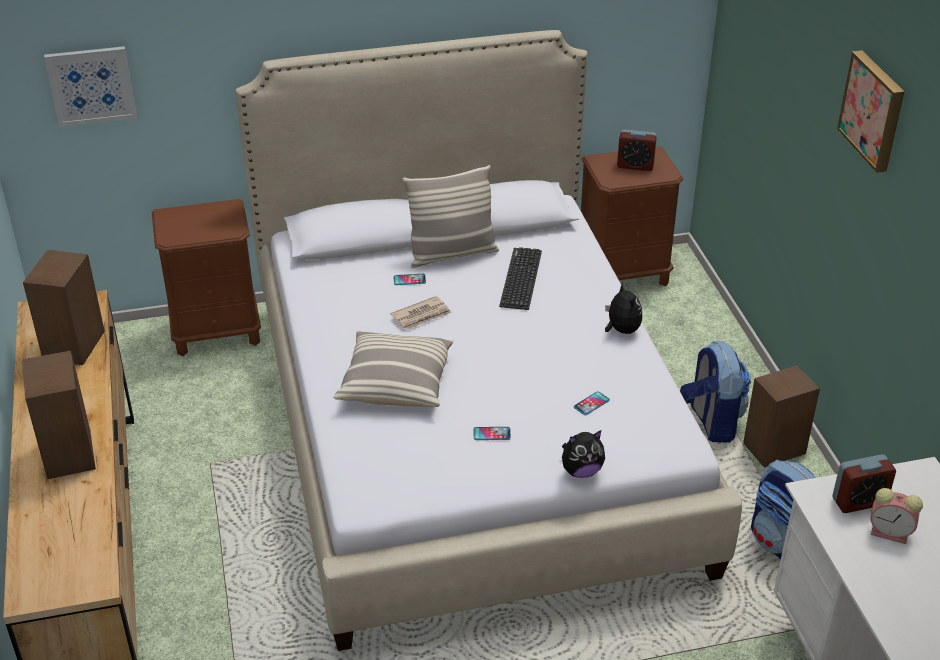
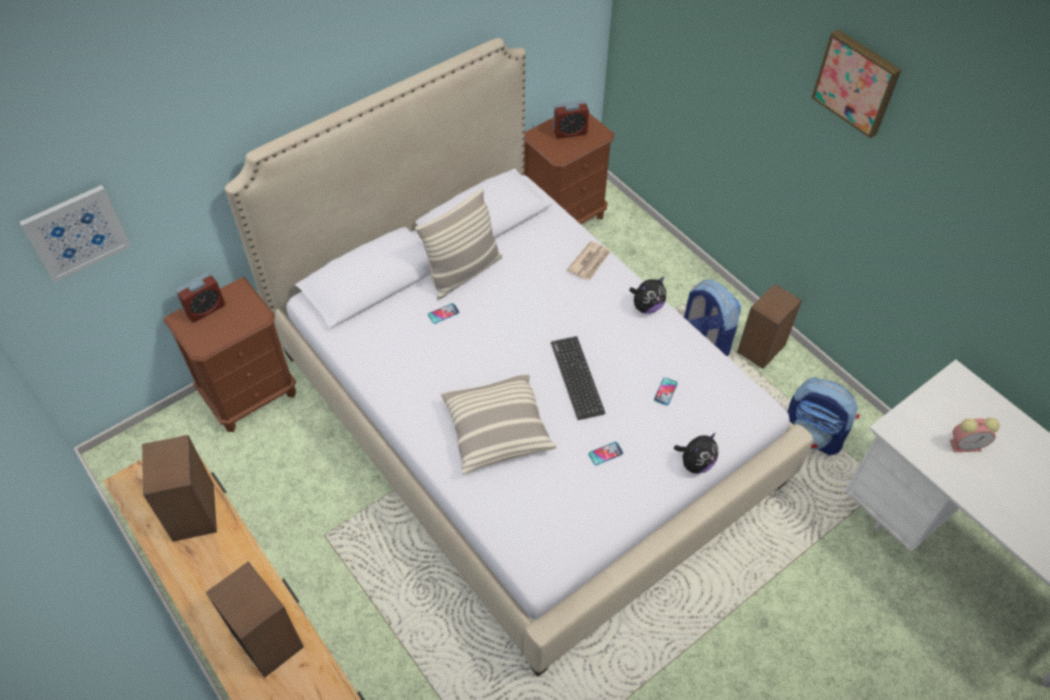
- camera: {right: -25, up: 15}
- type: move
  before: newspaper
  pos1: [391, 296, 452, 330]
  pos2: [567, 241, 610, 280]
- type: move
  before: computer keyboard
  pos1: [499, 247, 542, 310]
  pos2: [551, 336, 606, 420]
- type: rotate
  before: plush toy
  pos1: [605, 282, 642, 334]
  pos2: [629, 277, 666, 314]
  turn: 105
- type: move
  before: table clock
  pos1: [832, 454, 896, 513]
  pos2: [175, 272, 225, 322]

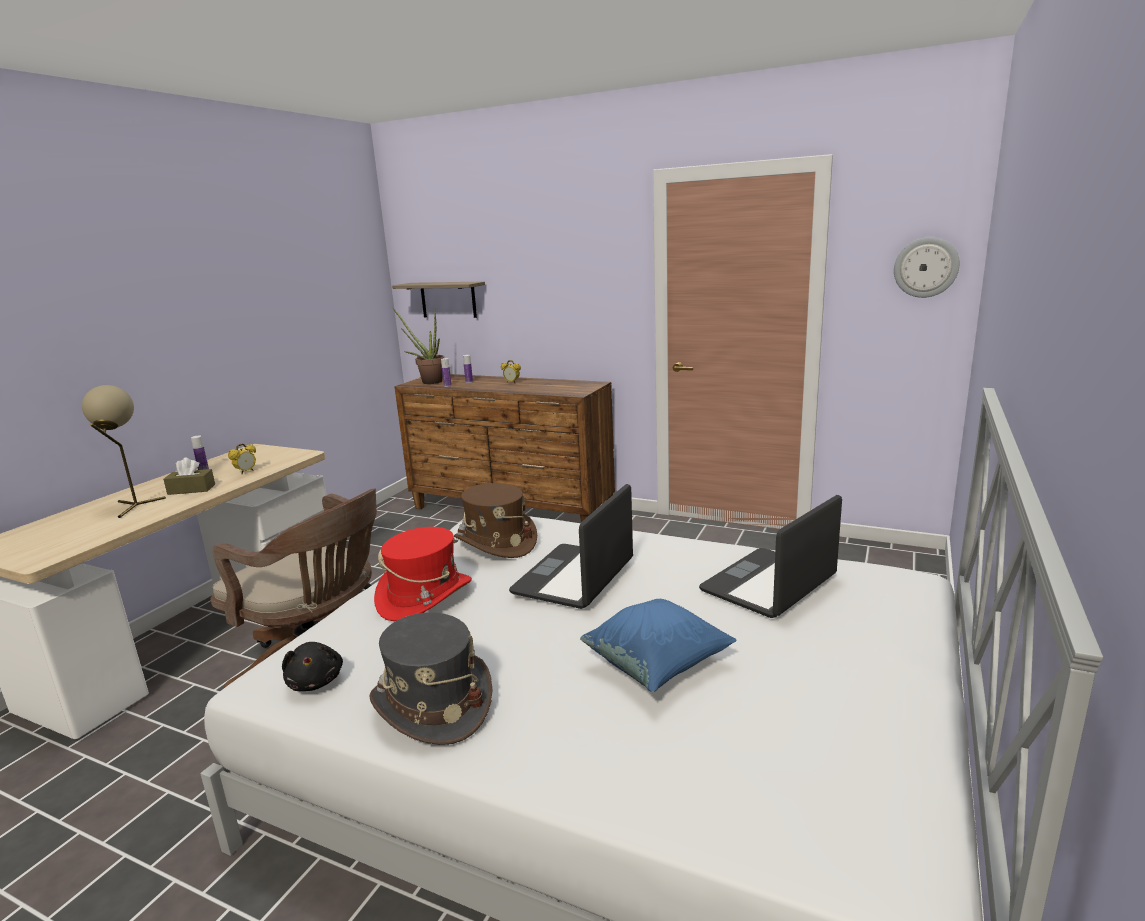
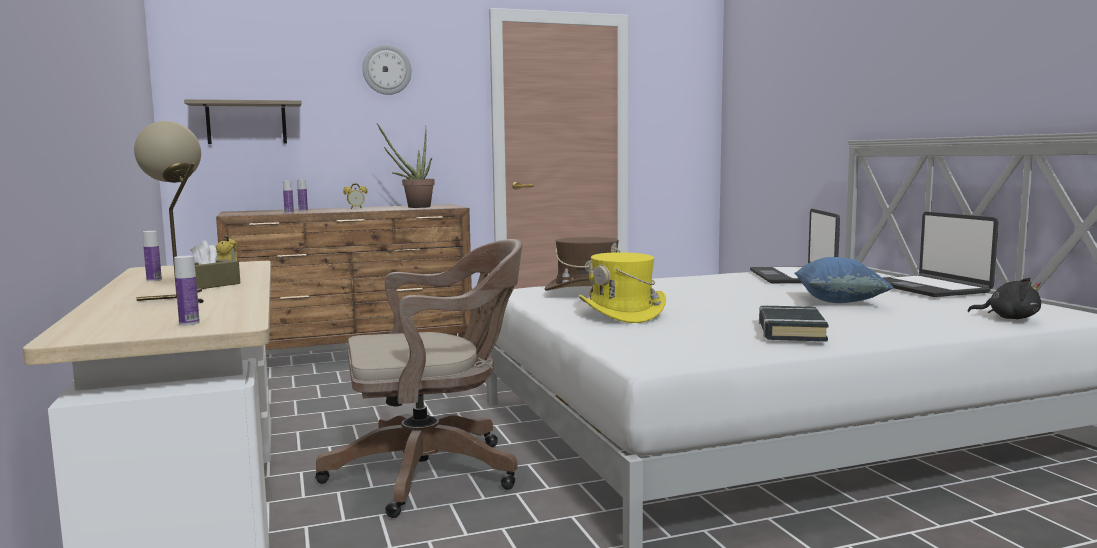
- camera: {right: -45, up: -10}
- type: move
  before: blackish plush toy
  pos1: [282, 642, 343, 691]
  pos2: [968, 278, 1041, 319]
- type: replace
  before: gray wearable hat
  after: blackish book
  pos1: [369, 612, 492, 745]
  pos2: [759, 306, 828, 342]
- type: recolor
  before: reddish wearable hat
  after: yellow wearable hat
  pos1: [374, 527, 472, 621]
  pos2: [579, 252, 666, 323]
- type: move
  before: plant in a pot
  pos1: [393, 308, 444, 384]
  pos2: [377, 123, 435, 208]
- type: move
  before: laptop
  pos1: [509, 484, 633, 609]
  pos2: [882, 212, 999, 297]
- type: move
  before: clock on the wall
  pos1: [894, 237, 960, 298]
  pos2: [362, 45, 412, 95]
- type: insert
  after: bottle
  pos2: [174, 256, 200, 325]

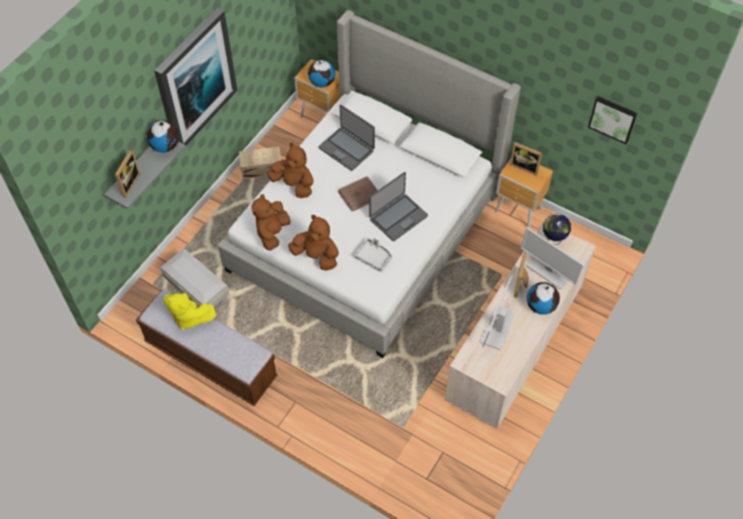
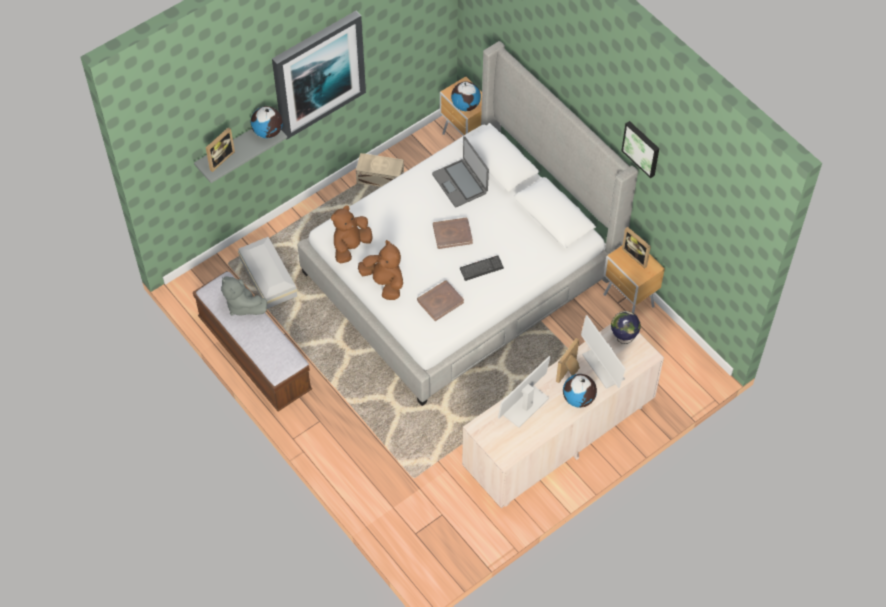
- camera: {right: 20, up: 0}
- type: recolor
  before: yellow plush toy
  after: gray plush toy
  pos1: [164, 293, 216, 330]
  pos2: [221, 276, 267, 316]
- type: delete
  before: brown-coloured plush toy
  pos1: [267, 143, 314, 198]
- type: replace
  before: gray tray
  after: brown-coloured book
  pos1: [355, 238, 392, 272]
  pos2: [417, 281, 464, 321]
- type: replace
  before: laptop
  after: computer keyboard
  pos1: [369, 172, 428, 241]
  pos2: [460, 255, 504, 281]
- type: move
  before: picture
  pos1: [588, 96, 637, 144]
  pos2: [622, 121, 659, 178]

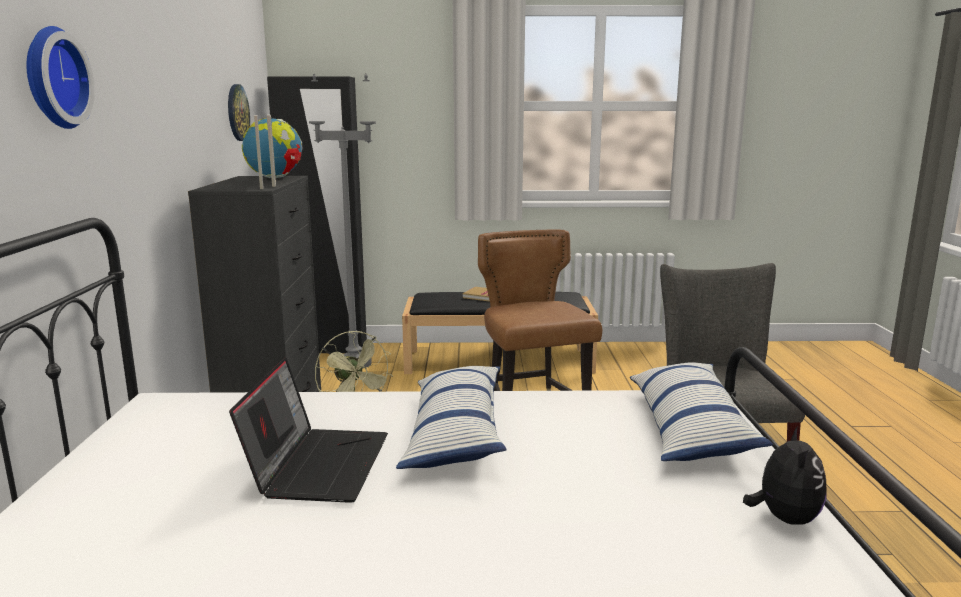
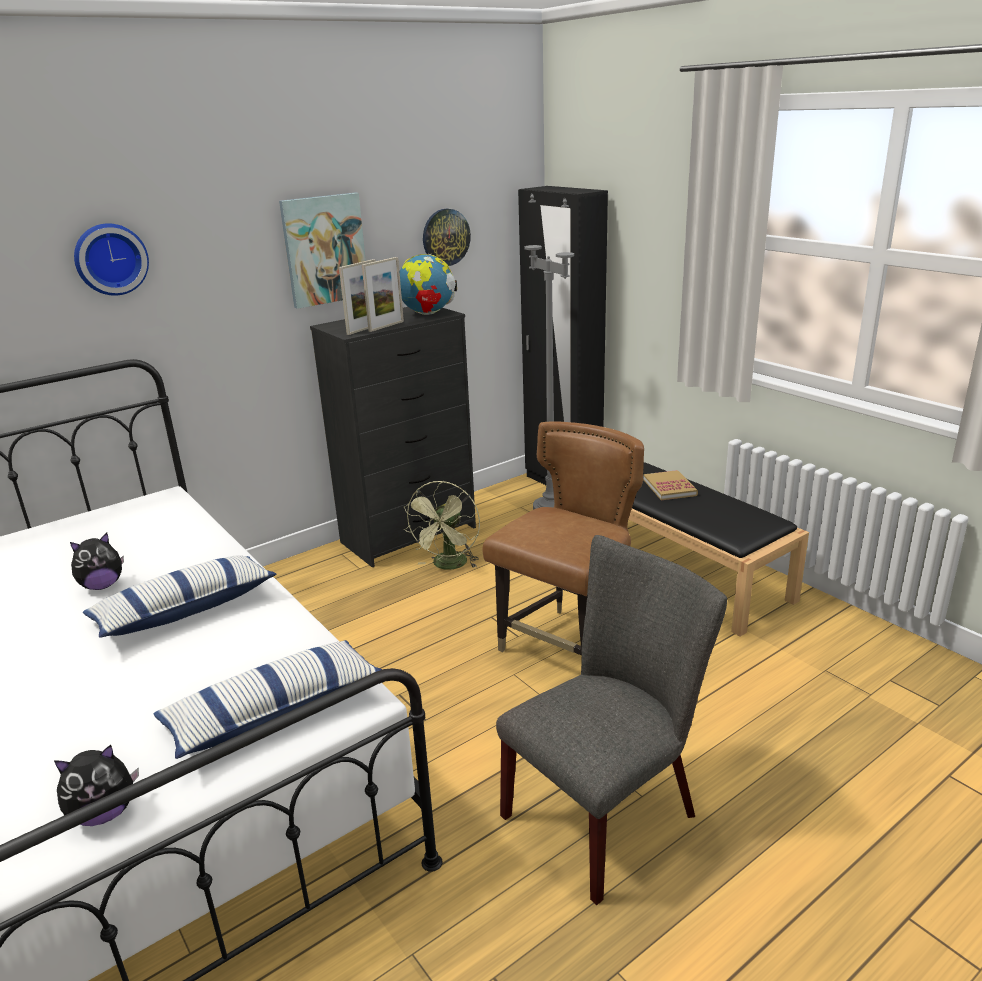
- camera: {right: 55, up: 10}
- type: replace
  before: laptop
  after: plush toy
  pos1: [229, 357, 388, 503]
  pos2: [70, 533, 124, 590]
- type: insert
  after: picture
  pos2: [279, 193, 366, 309]

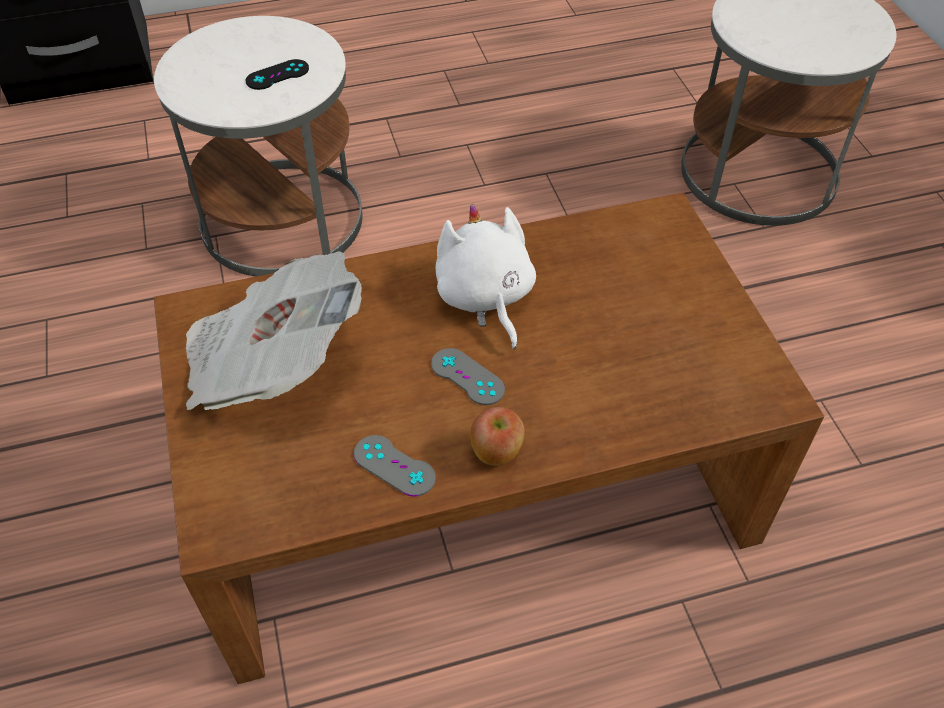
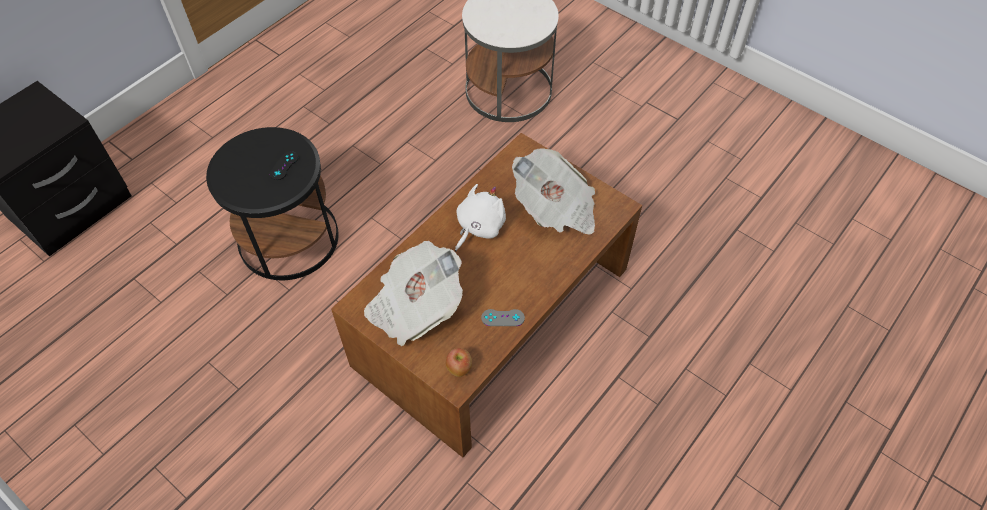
- camera: {right: -35, up: 5}
- type: recolor
  before: white-coloured side table
  after: blackish side table
  pos1: [154, 16, 363, 277]
  pos2: [206, 127, 339, 280]
- type: delete
  before: gray joypad
  pos1: [431, 348, 505, 405]
- type: rotate
  before: white-coloured plush toy
  pos1: [436, 204, 536, 349]
  pos2: [455, 184, 506, 251]
  turn: 90
- type: move
  before: apple
  pos1: [470, 407, 525, 465]
  pos2: [446, 348, 472, 377]
- type: insert
  after: newspaper
  pos2: [512, 149, 595, 235]

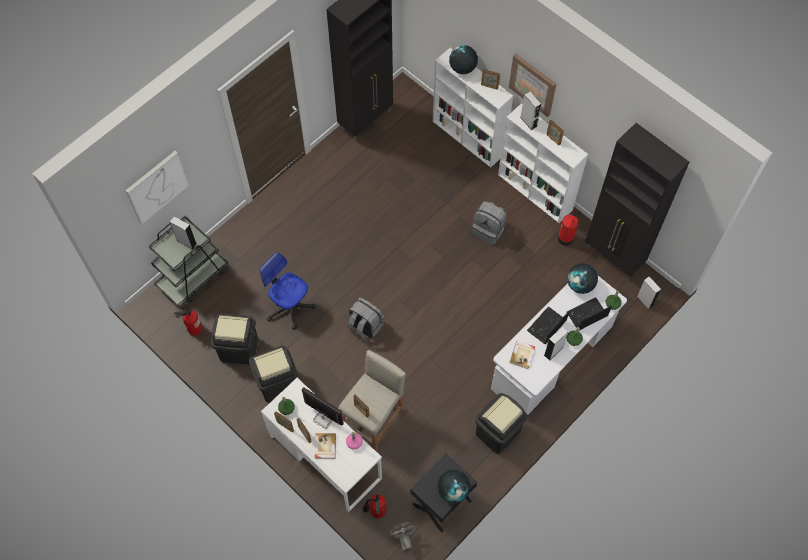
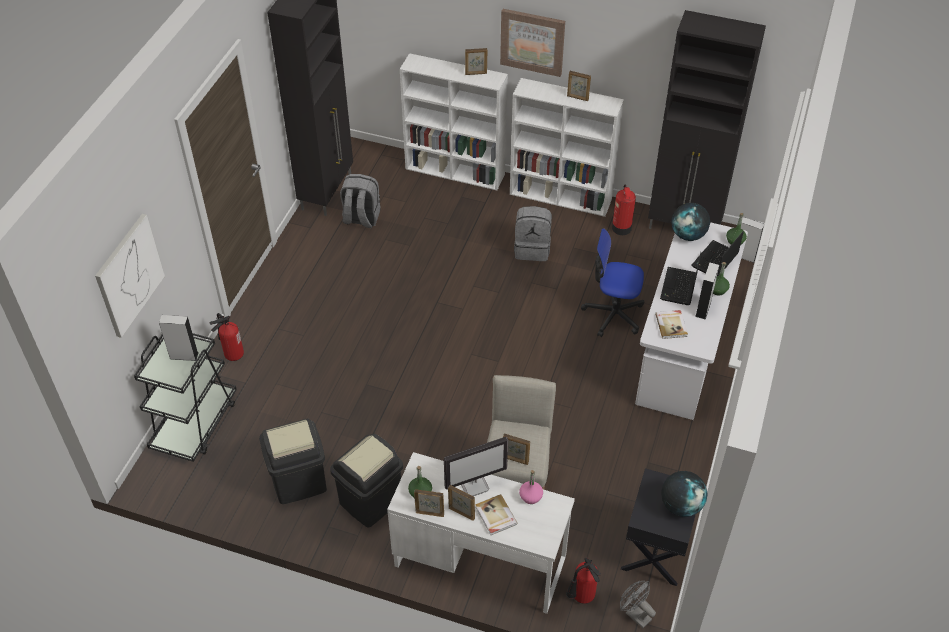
- camera: {right: -25, up: -15}
- type: move
  before: fire extinguisher
  pos1: [174, 304, 203, 336]
  pos2: [210, 313, 244, 361]
- type: move
  before: desk chair
  pos1: [260, 252, 316, 329]
  pos2: [581, 228, 644, 337]
- type: rotate
  before: computer screen
  pos1: [302, 387, 344, 429]
  pos2: [444, 437, 508, 496]
  turn: 150
- type: move
  before: gray rucksack
  pos1: [347, 297, 384, 342]
  pos2: [340, 174, 381, 228]
- type: delete
  before: globe
  pos1: [449, 45, 478, 74]
- type: delete
  before: blackish trash can
  pos1: [475, 393, 528, 454]
- type: delete
  before: gray audio speaker
  pos1: [520, 92, 541, 130]

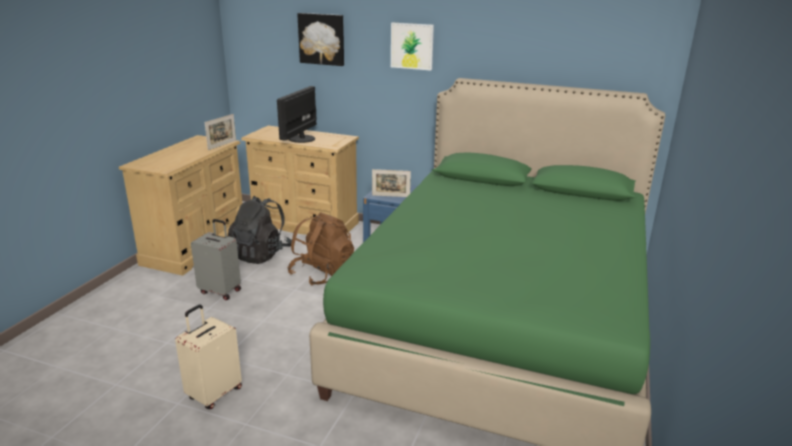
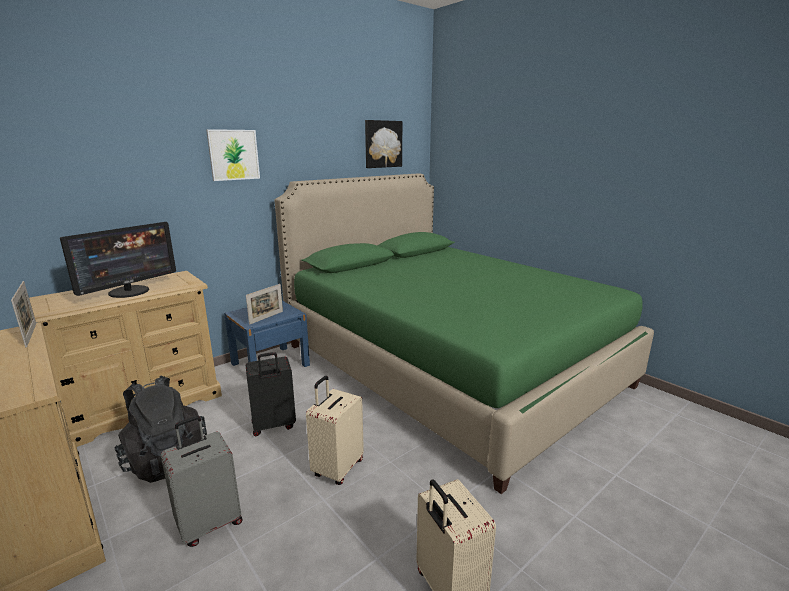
- camera: {right: -60, up: -5}
- type: rotate
  before: computer screen
  pos1: [277, 86, 317, 143]
  pos2: [60, 222, 176, 298]
  turn: -105
- type: replace
  before: brown-coloured rucksack
  after: blackish piece of luggage
  pos1: [287, 212, 354, 285]
  pos2: [246, 352, 296, 436]
- type: move
  before: picture
  pos1: [297, 13, 344, 66]
  pos2: [365, 120, 402, 168]
- type: insert
  after: beige piece of luggage
  pos2: [306, 376, 364, 485]

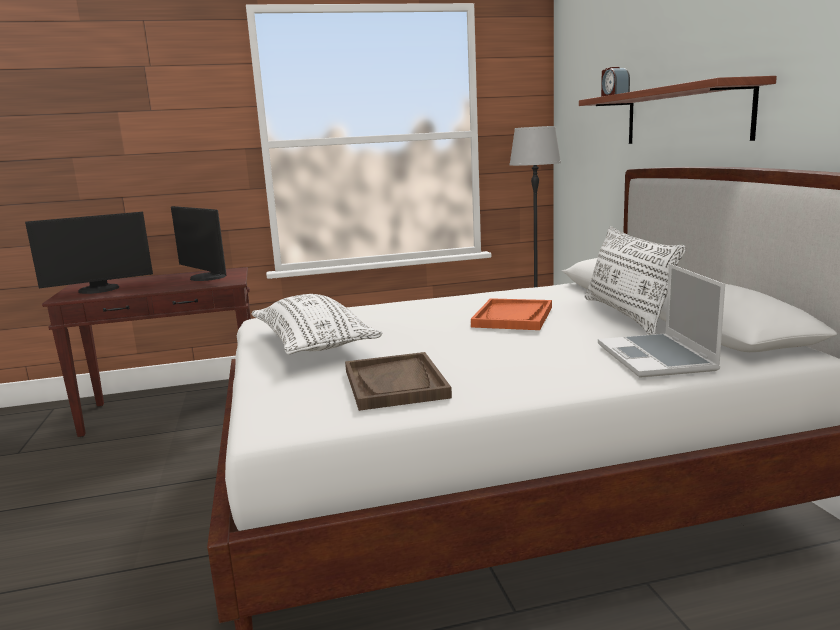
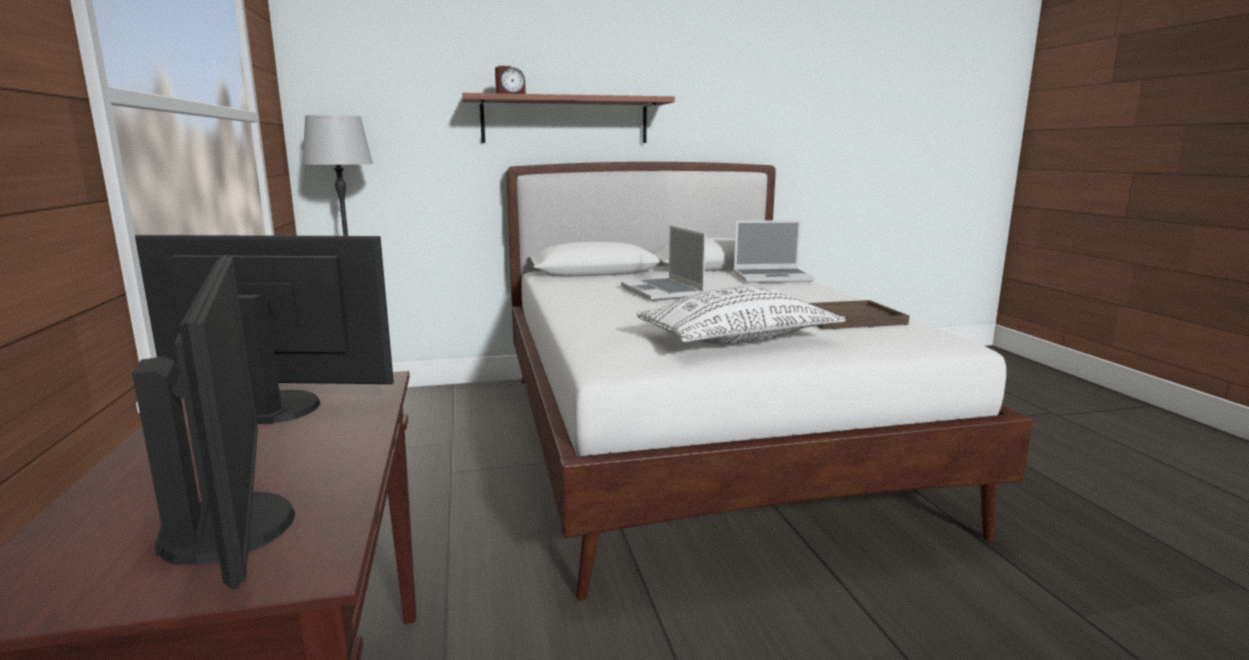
- camera: {right: -90, up: 0}
- type: rotate
  before: computer screen
  pos1: [171, 206, 227, 281]
  pos2: [135, 235, 394, 424]
  turn: -135
- type: replace
  before: orangey tray
  after: laptop
  pos1: [471, 298, 552, 330]
  pos2: [621, 226, 706, 301]
- type: delete
  before: white-coloured pillow
  pos1: [584, 226, 686, 335]

